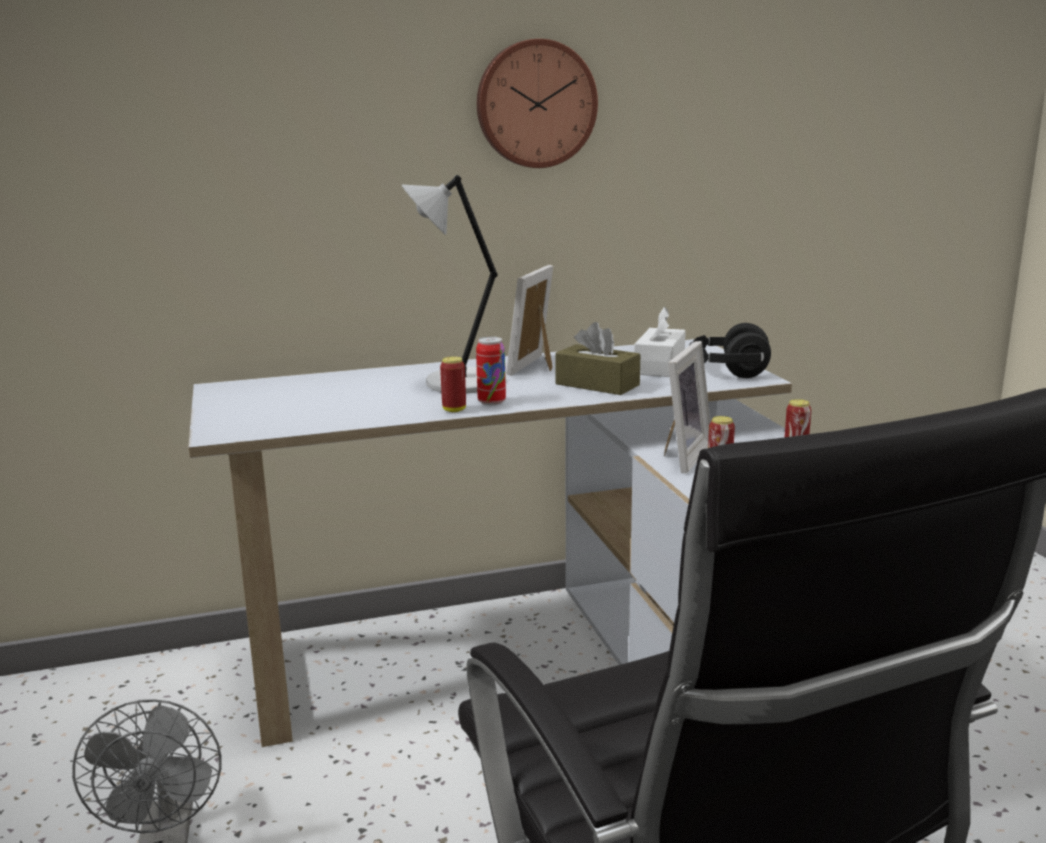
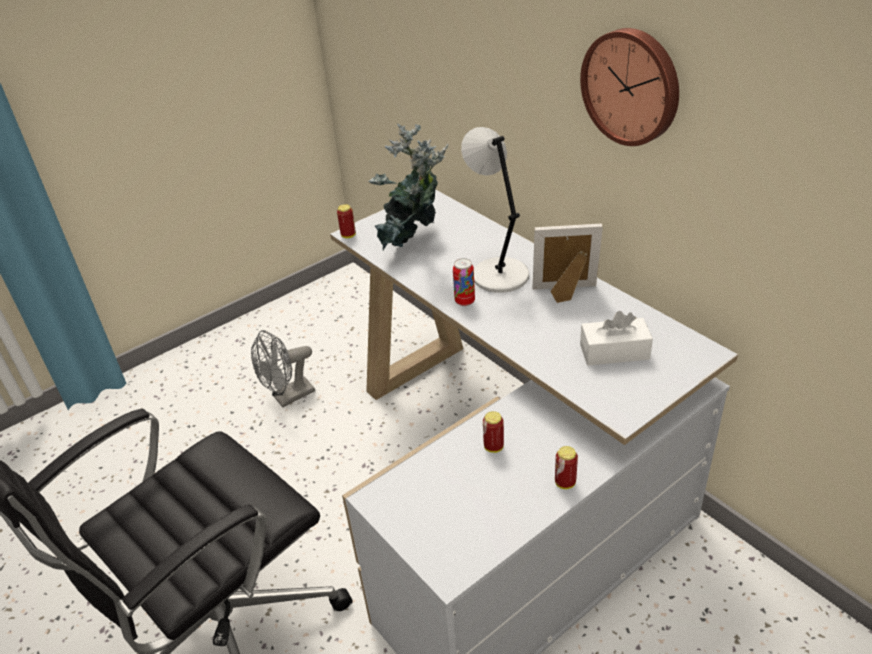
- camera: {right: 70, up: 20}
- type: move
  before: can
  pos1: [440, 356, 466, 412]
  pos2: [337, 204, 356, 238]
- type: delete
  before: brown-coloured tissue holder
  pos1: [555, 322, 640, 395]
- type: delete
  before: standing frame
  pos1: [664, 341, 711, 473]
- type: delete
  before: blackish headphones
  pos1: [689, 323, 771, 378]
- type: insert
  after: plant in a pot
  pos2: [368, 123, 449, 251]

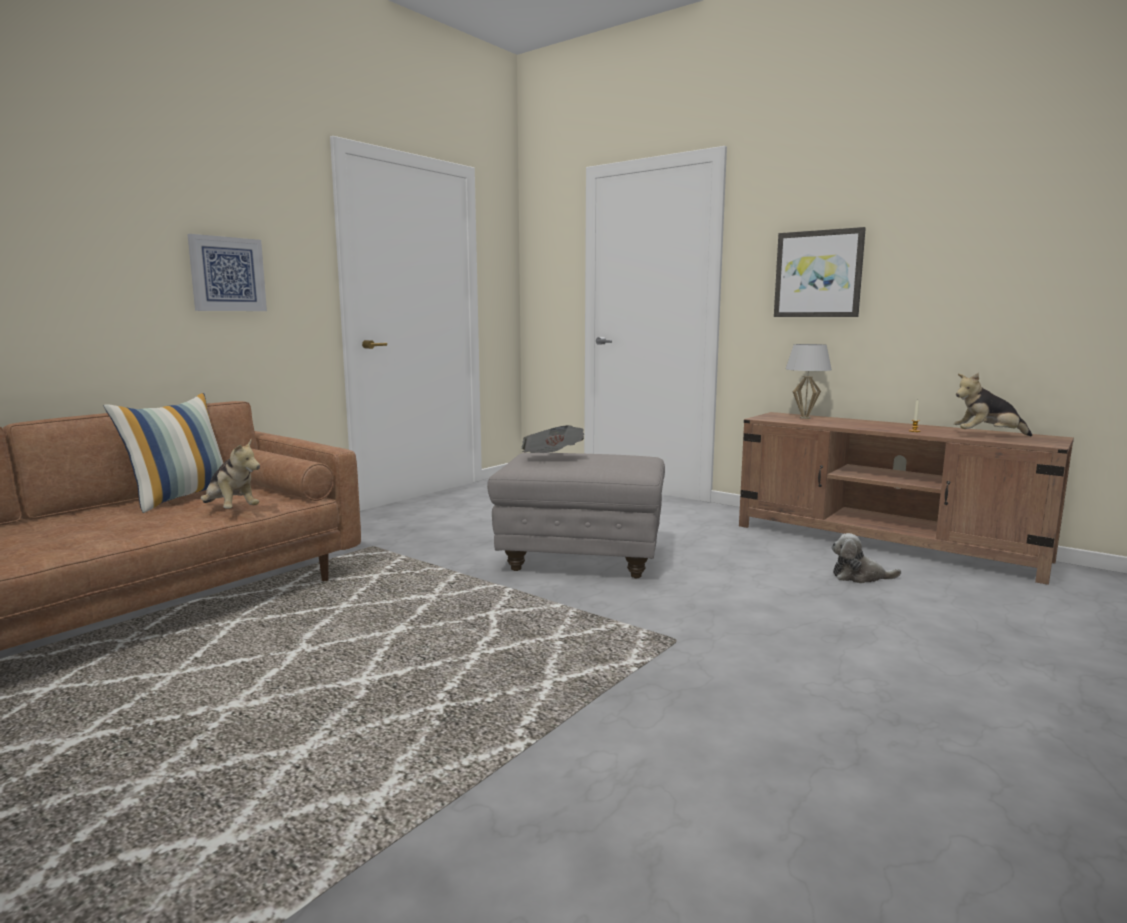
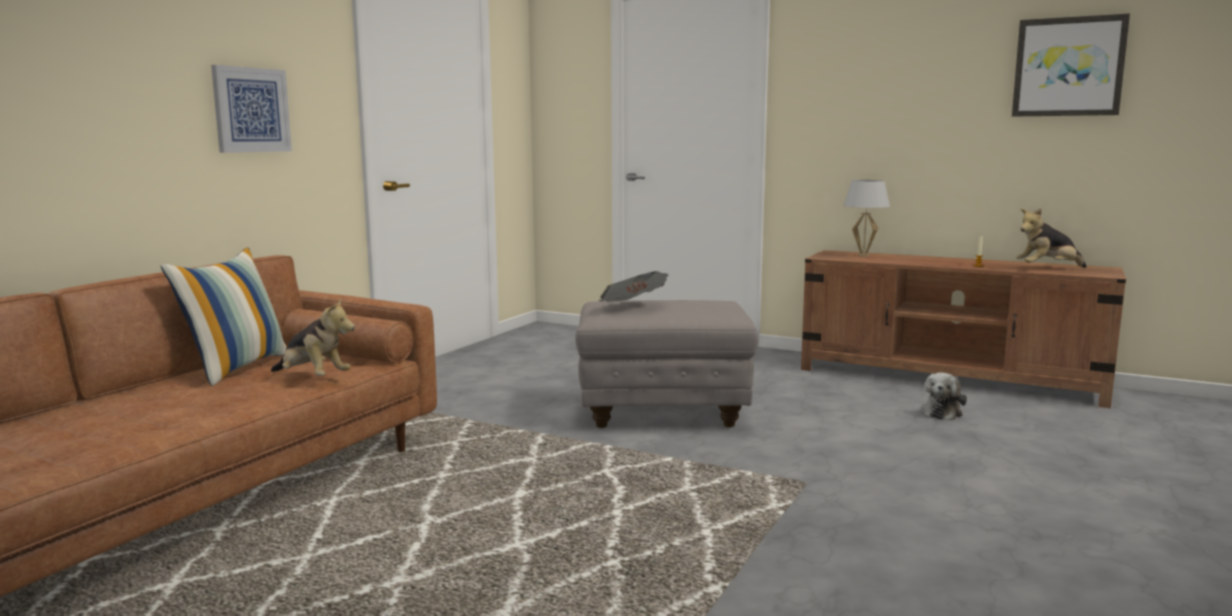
- camera: {right: -10, up: 0}
- type: move
  before: picture
  pos1: [774, 227, 866, 317]
  pos2: [1012, 13, 1130, 117]
- type: rotate
  before: plush toy
  pos1: [831, 533, 901, 583]
  pos2: [920, 372, 967, 420]
  turn: -60

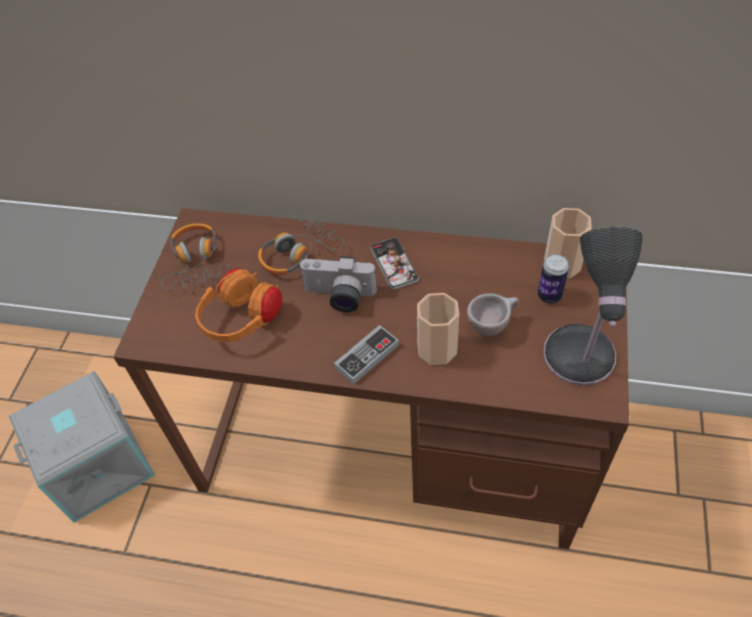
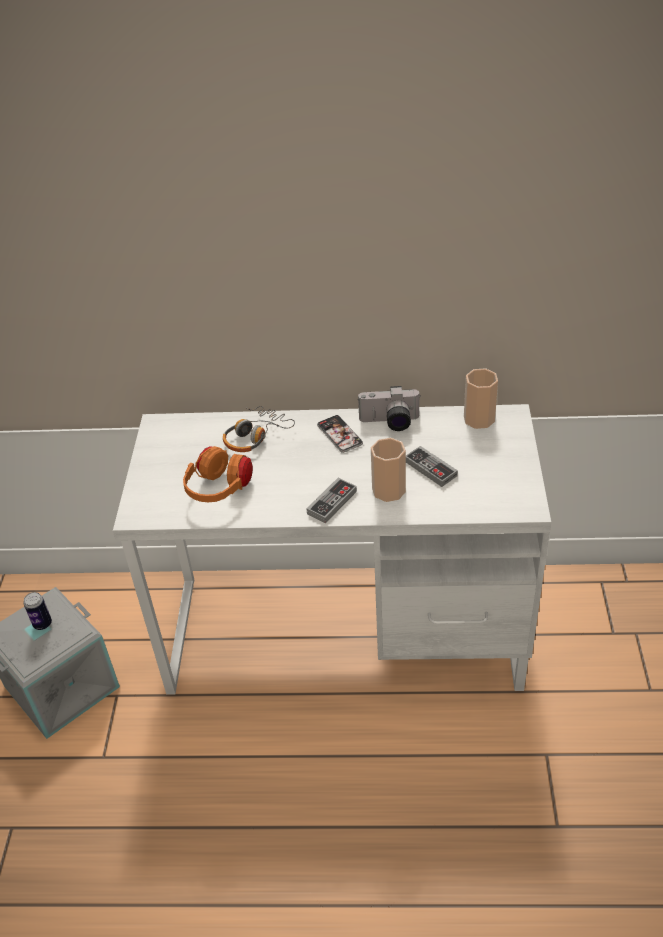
- camera: {right: -10, up: -10}
- type: recolor
  before: brown-coloured desk unit
  after: white-coloured desk unit
  pos1: [113, 208, 629, 549]
  pos2: [113, 404, 551, 695]
- type: delete
  before: headphones
  pos1: [161, 223, 230, 290]
- type: move
  before: still camera
  pos1: [300, 256, 377, 313]
  pos2: [357, 386, 421, 431]
- type: replace
  before: beige cup
  after: joypad
  pos1: [467, 294, 519, 336]
  pos2: [406, 446, 458, 487]
- type: move
  before: can
  pos1: [538, 254, 569, 303]
  pos2: [24, 592, 52, 630]
- type: delete
  before: table lamp
  pos1: [543, 227, 643, 386]

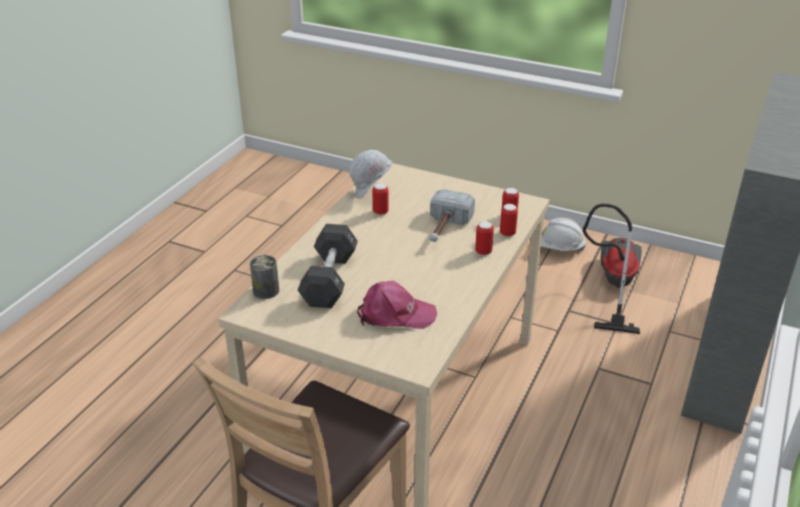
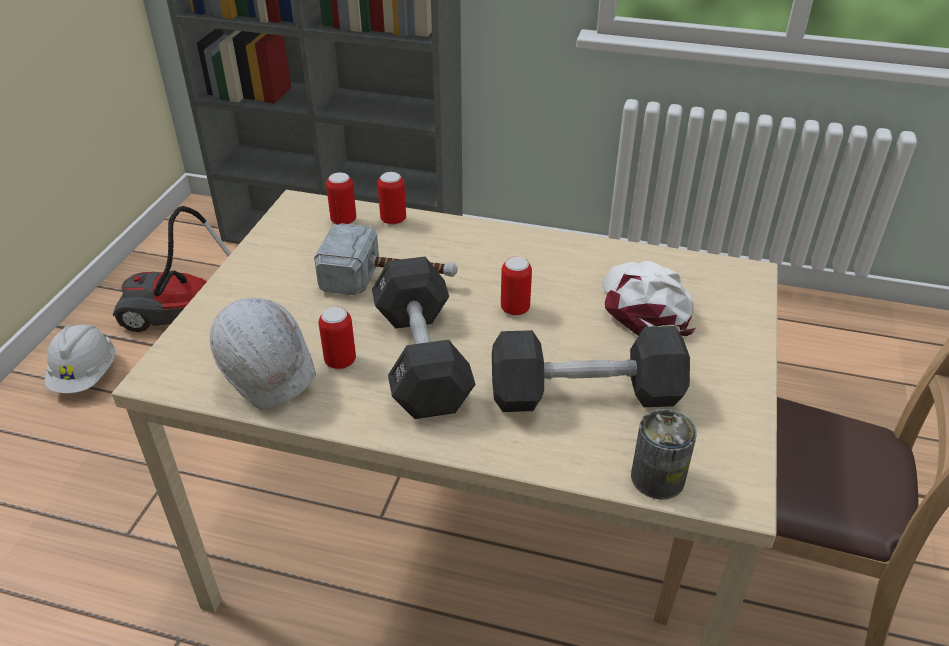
- camera: {right: -100, up: 5}
- type: recolor
  before: pink baseball cap
  after: white-coloured baseball cap
  pos1: [357, 281, 437, 329]
  pos2: [602, 261, 696, 336]
- type: move
  before: can
  pos1: [475, 221, 494, 255]
  pos2: [501, 257, 532, 316]
- type: insert
  after: blackish hand weight
  pos2: [372, 257, 476, 419]

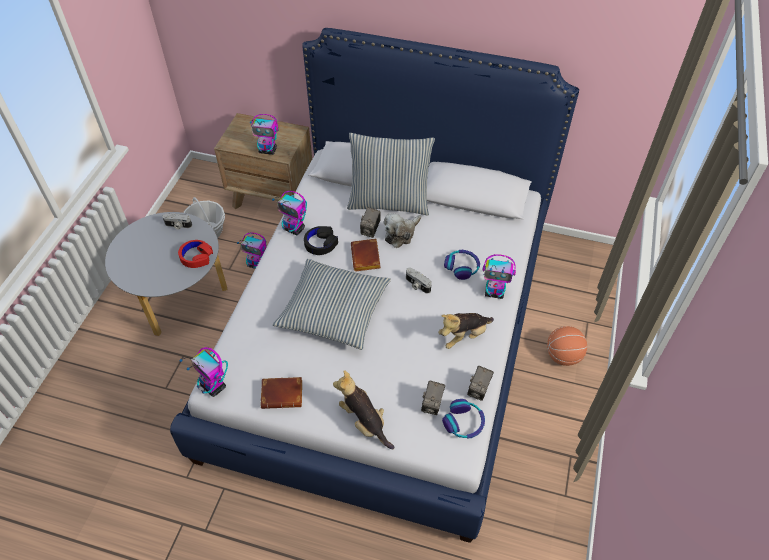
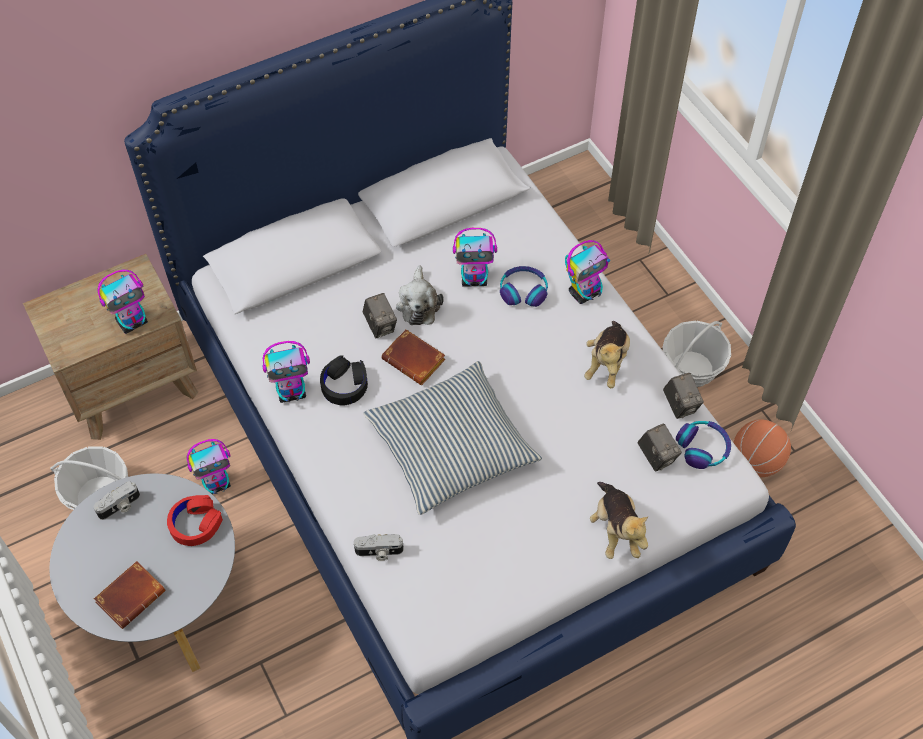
- camera: {right: -45, up: 5}
- type: move
  before: model robot
  pos1: [179, 347, 228, 397]
  pos2: [453, 228, 497, 287]
- type: move
  before: brown-coloured book
  pos1: [260, 377, 302, 409]
  pos2: [94, 561, 165, 629]
- type: rotate
  before: plush toy
  pos1: [333, 370, 394, 449]
  pos2: [590, 482, 648, 559]
  turn: -105
- type: delete
  before: pillow
  pos1: [347, 133, 435, 215]
- type: move
  before: still camera
  pos1: [406, 268, 432, 294]
  pos2: [354, 534, 404, 561]
- type: move
  before: basketball
  pos1: [547, 326, 587, 366]
  pos2: [733, 419, 791, 477]
- type: insert
  after: storage basket
  pos2: [662, 321, 731, 387]

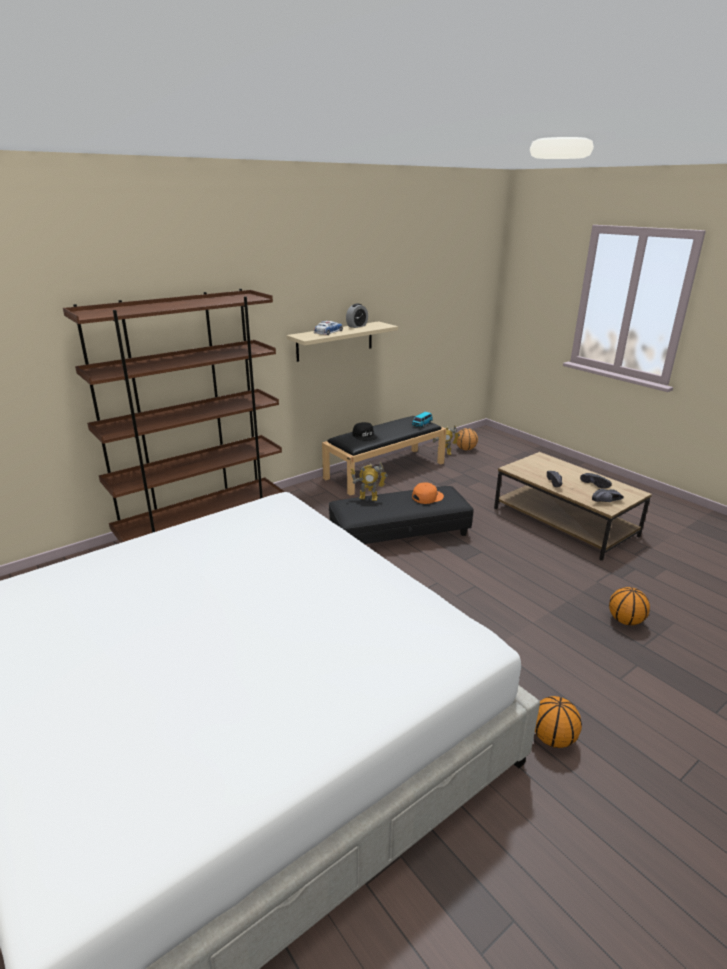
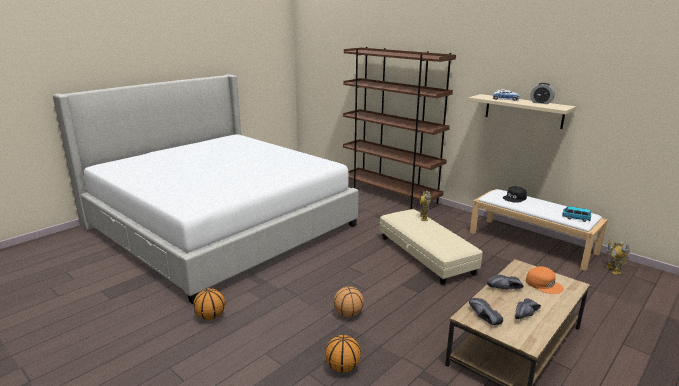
- camera: {right: 80, up: -5}
- type: recolor
  before: blackish long seat
  after: white-coloured long seat
  pos1: [322, 416, 447, 496]
  pos2: [470, 189, 608, 271]
- type: recolor
  before: blackish pouffe
  after: beige pouffe
  pos1: [329, 486, 473, 544]
  pos2: [380, 209, 482, 285]
- type: move
  before: orangey baseball cap
  pos1: [412, 482, 444, 504]
  pos2: [526, 266, 564, 294]
- type: move
  before: basketball
  pos1: [456, 428, 478, 450]
  pos2: [334, 286, 364, 317]

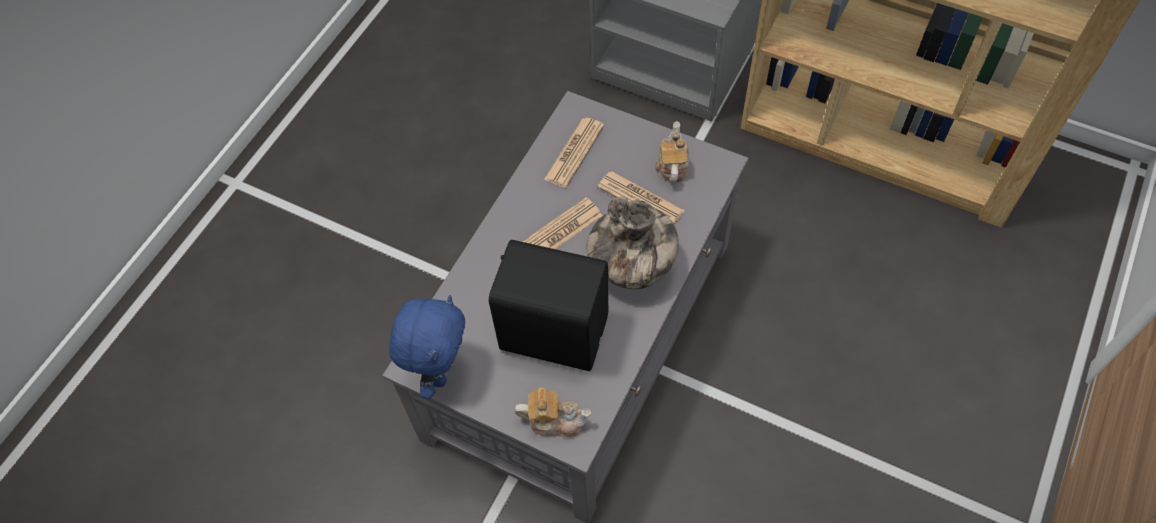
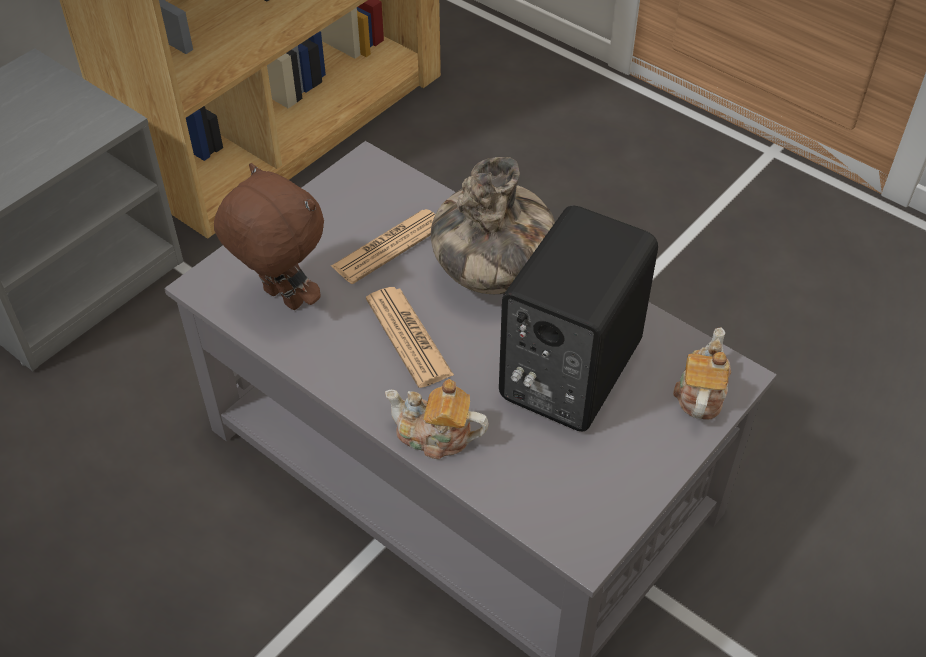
- camera: {right: -80, up: -10}
- type: delete
  before: blue-coloured plush toy
  pos1: [389, 295, 465, 399]
- type: replace
  before: newspaper
  after: brown-coloured plush toy
  pos1: [544, 118, 604, 188]
  pos2: [214, 163, 324, 310]
- type: move
  before: tea pot
  pos1: [655, 121, 689, 182]
  pos2: [385, 379, 489, 459]

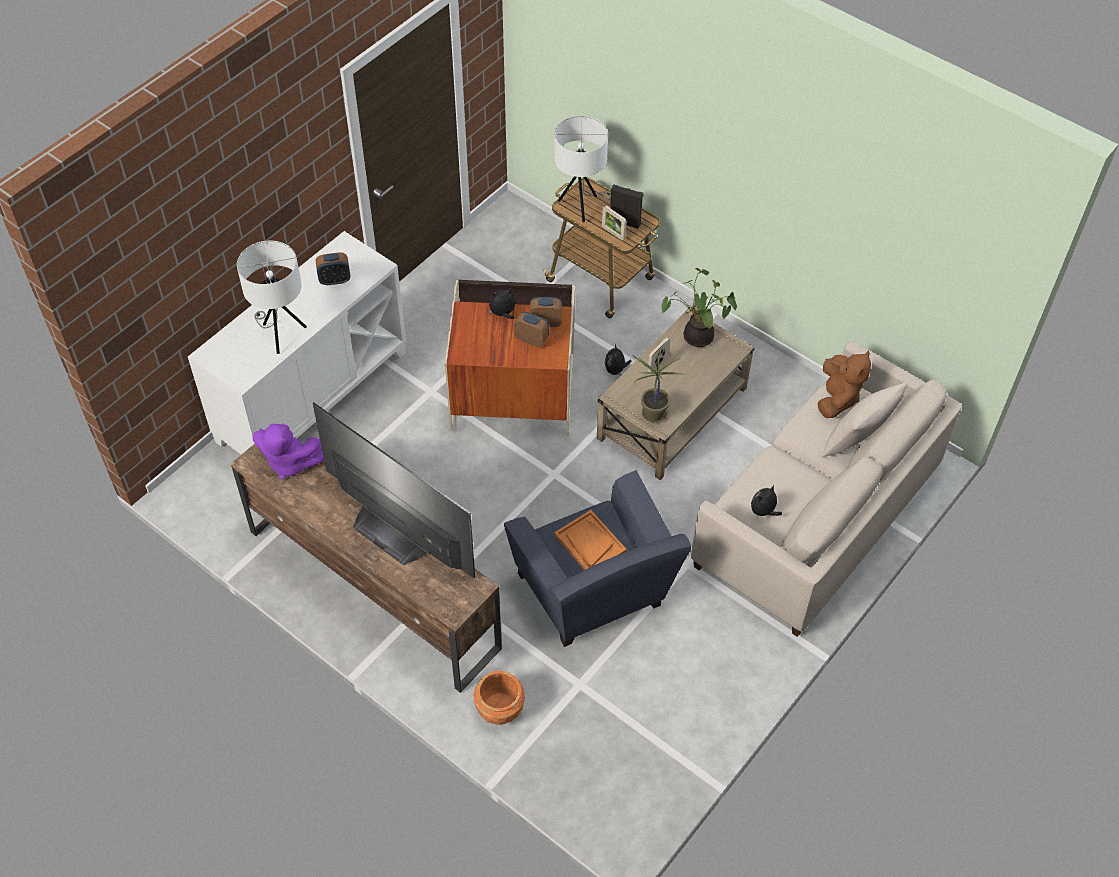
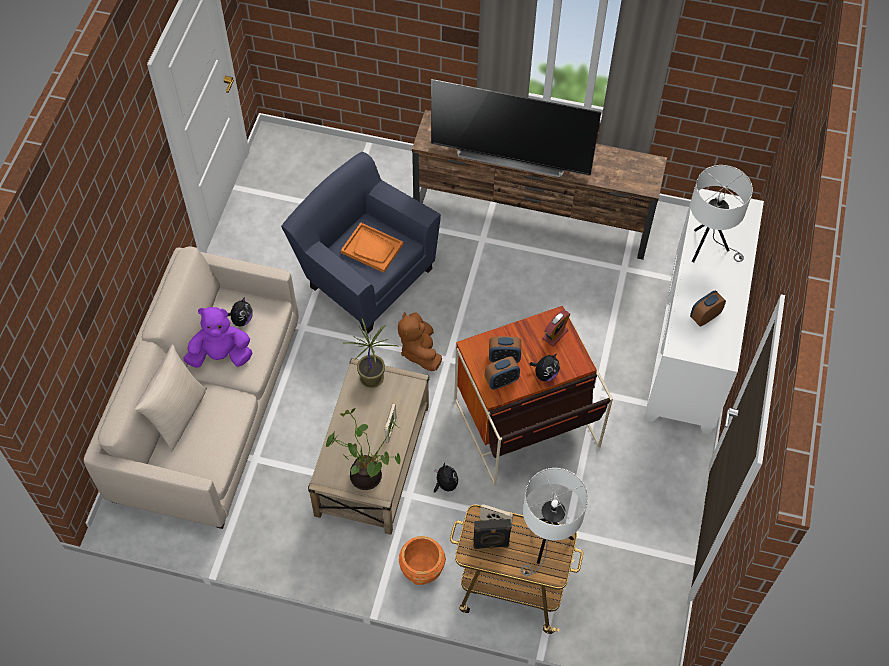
- camera: {right: 155, up: 5}
- type: move
  before: purple-coloured plush toy
  pos1: [253, 423, 324, 479]
  pos2: [183, 307, 253, 368]
- type: move
  before: orangey plant pot
  pos1: [474, 671, 525, 725]
  pos2: [399, 536, 446, 585]
- type: move
  before: brown-coloured plush toy
  pos1: [817, 350, 871, 418]
  pos2: [398, 312, 442, 371]
- type: insert
  after: table clock
  pos2: [543, 310, 570, 346]

